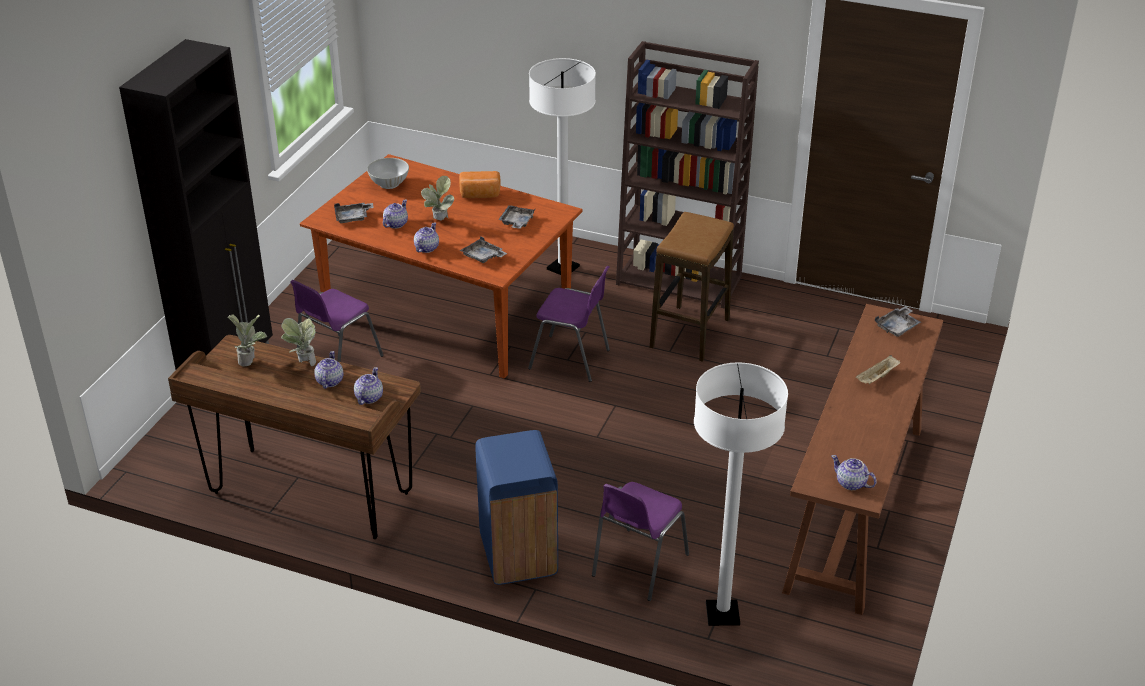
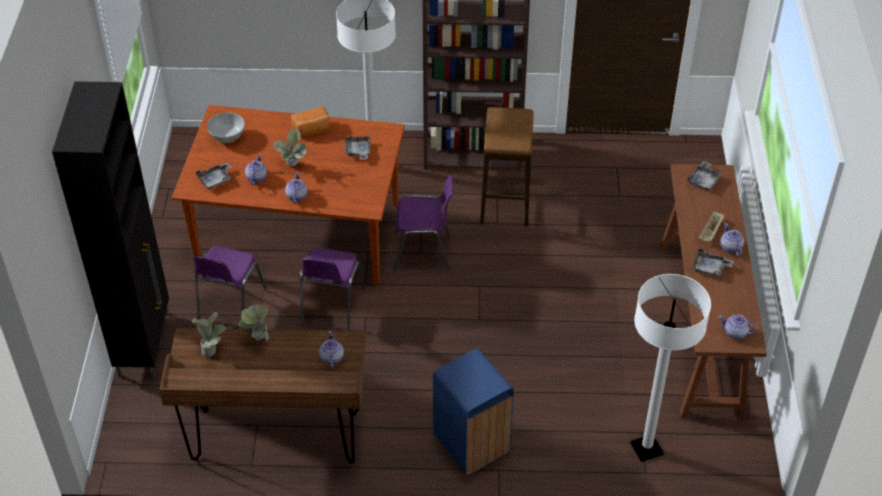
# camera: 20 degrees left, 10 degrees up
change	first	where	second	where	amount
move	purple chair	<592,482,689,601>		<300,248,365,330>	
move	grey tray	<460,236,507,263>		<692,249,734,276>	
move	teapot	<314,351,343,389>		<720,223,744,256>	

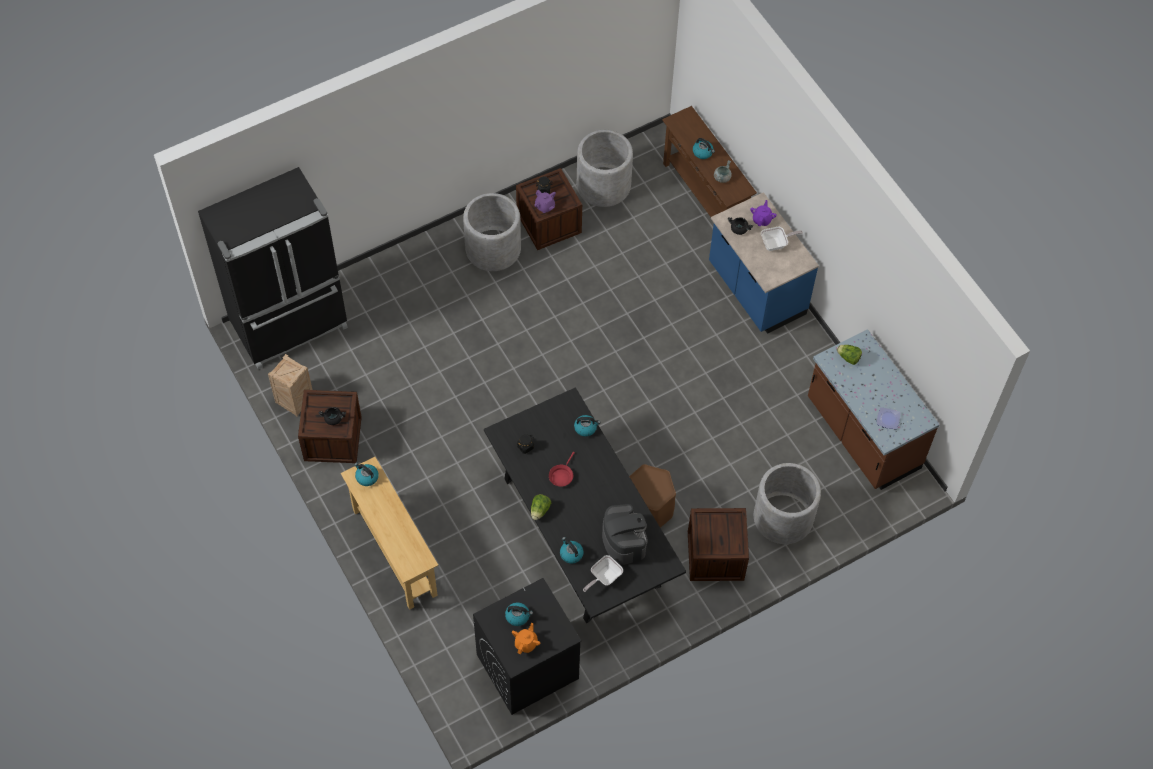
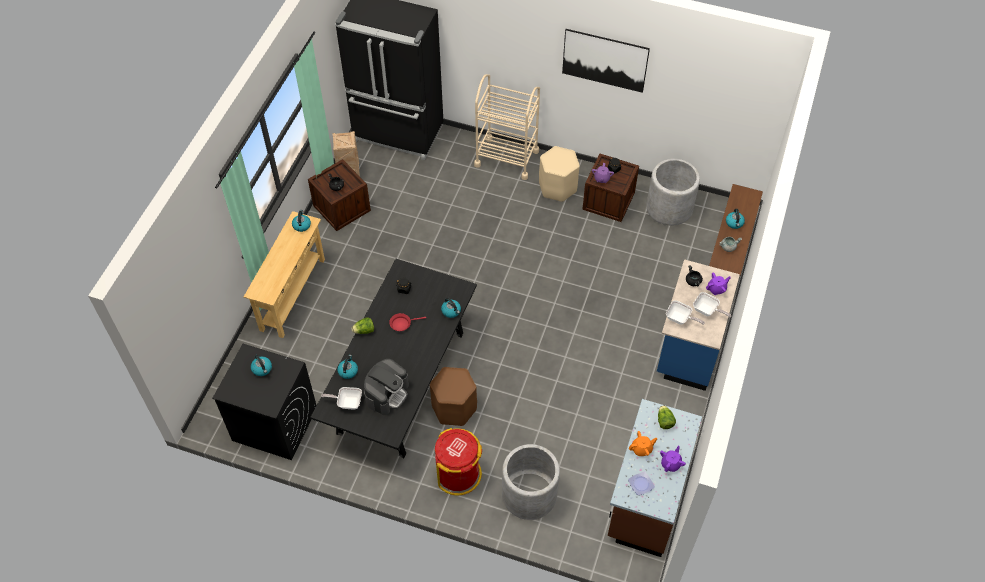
# camera: 50 degrees right, 5 degrees down
change	first	where	second	where	amount
replace	crate	<688,508,749,581>	red trash can	<435,428,482,496>	
insert			beige cart	<474,74,540,180>	
replace	grey planter	<463,193,521,271>	beige stool	<539,146,580,202>	
insert			picture	<562,29,650,93>	
move	orange teapot	<512,623,540,654>		<629,431,657,456>	
insert			purple teapot	<660,445,686,472>	
insert			frying pan	<666,300,705,325>	

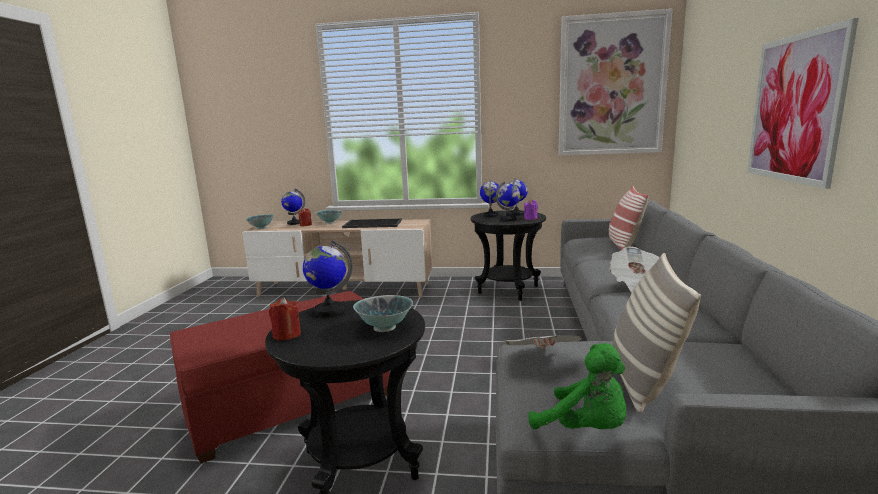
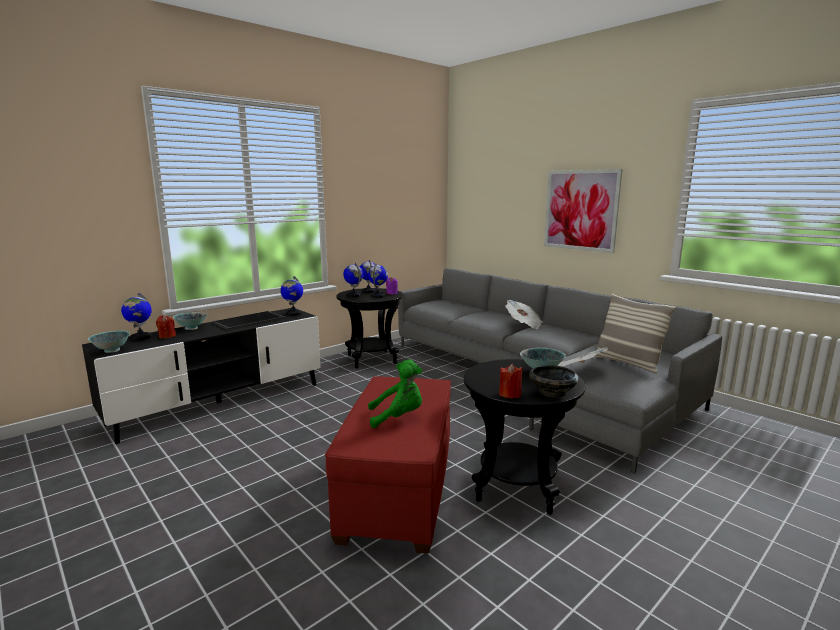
# camera: 50 degrees left, 0 degrees up
change	first	where	second	where	amount
recolor	beige tv stand	<243,219,432,298>	black tv stand	<82,308,321,444>	
move	globe	<303,240,353,317>		<280,276,303,316>	
move	green plush toy	<528,343,626,429>		<368,359,422,428>	
insert			black bowl	<529,365,579,398>	
delete	picture	<559,9,672,156>			
delete	pillow	<609,186,649,250>			

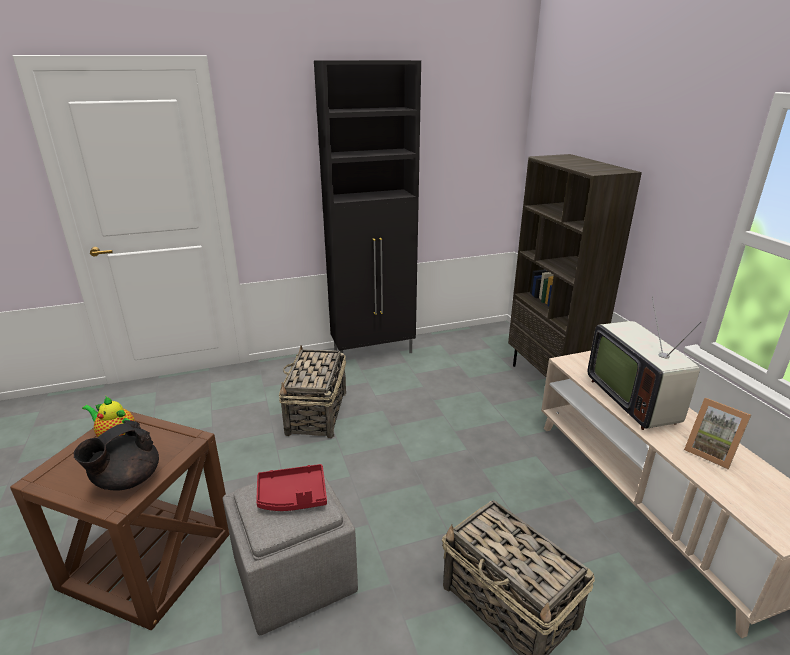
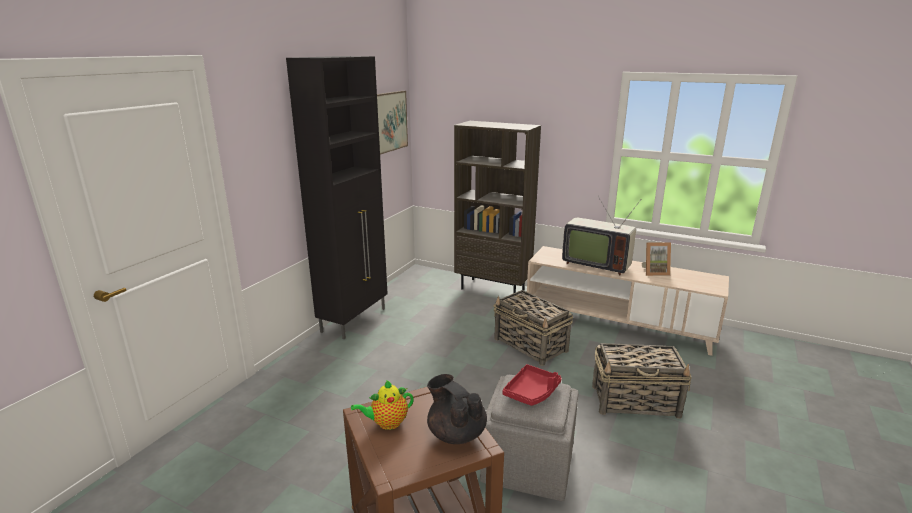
# camera: 45 degrees left, 5 degrees down
change	first	where	second	where	amount
insert			picture	<377,91,408,155>	
rotate	black teapot	<74,420,159,491>		<427,374,487,444>	150 degrees clockwise
move	basket	<279,346,346,438>		<493,290,573,366>	

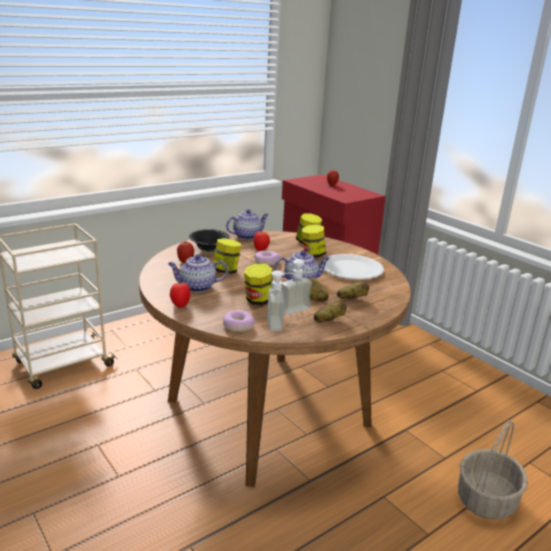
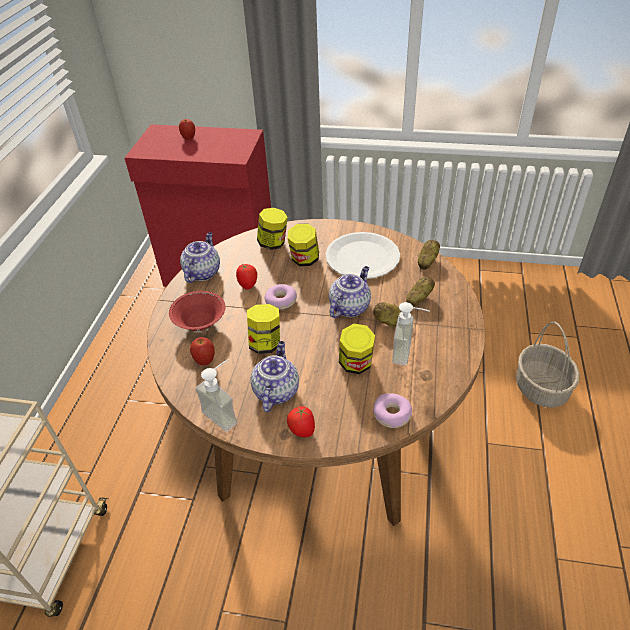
# camera: 40 degrees left, 20 degrees up
change	first	where	second	where	amount
recolor	black bowl	<189,229,230,252>	red bowl	<169,291,225,331>	
move	soap dispenser	<267,270,298,331>		<195,359,237,432>	
rotate	teapot	<168,254,228,292>		<251,341,299,412>	150 degrees clockwise
move	potato	<314,301,347,322>		<418,240,440,270>	

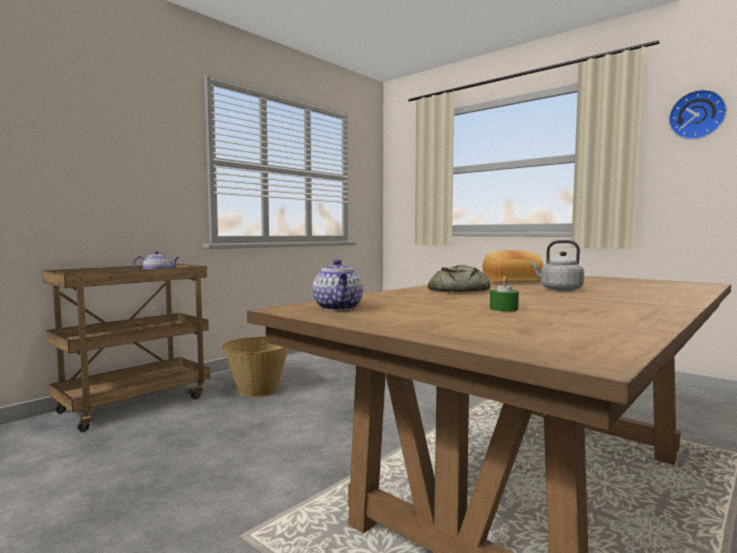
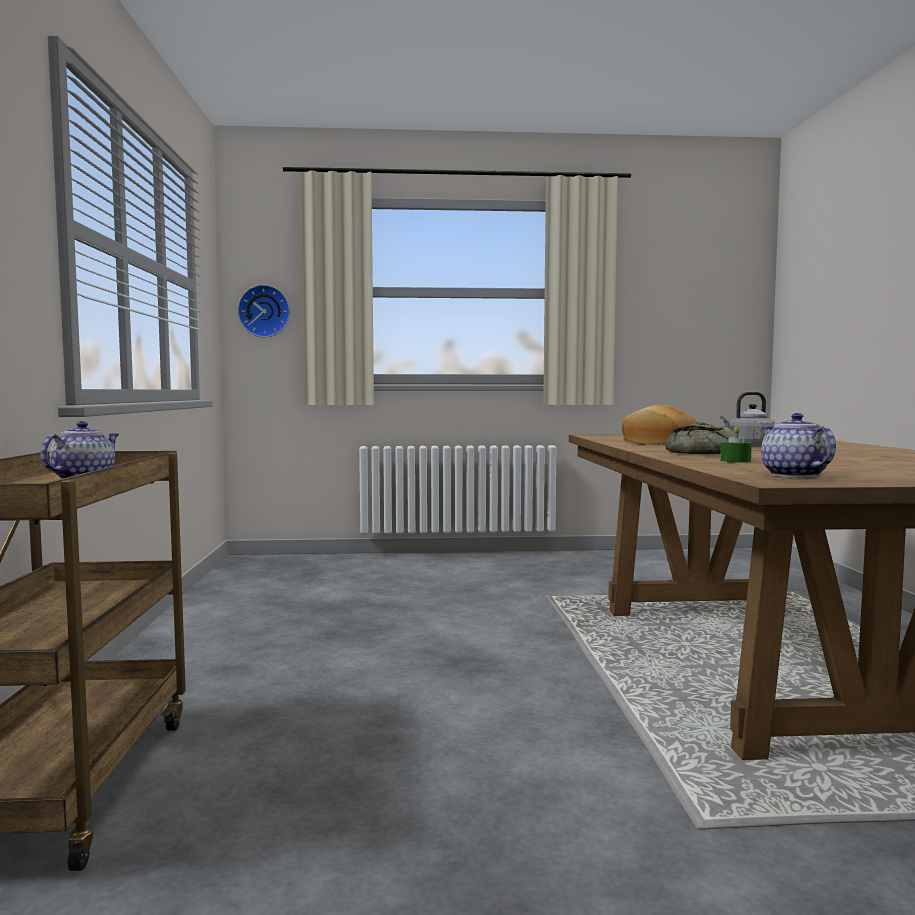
# camera: 45 degrees left, 0 degrees up
change	first	where	second	where	amount
move	wall clock	<668,89,727,140>		<237,285,290,338>	
move	green candle	<490,276,519,311>		<720,427,752,463>	
rotate	teapot	<313,259,363,311>		<761,413,836,477>	135 degrees counterclockwise
delete	basket	<222,337,288,397>			

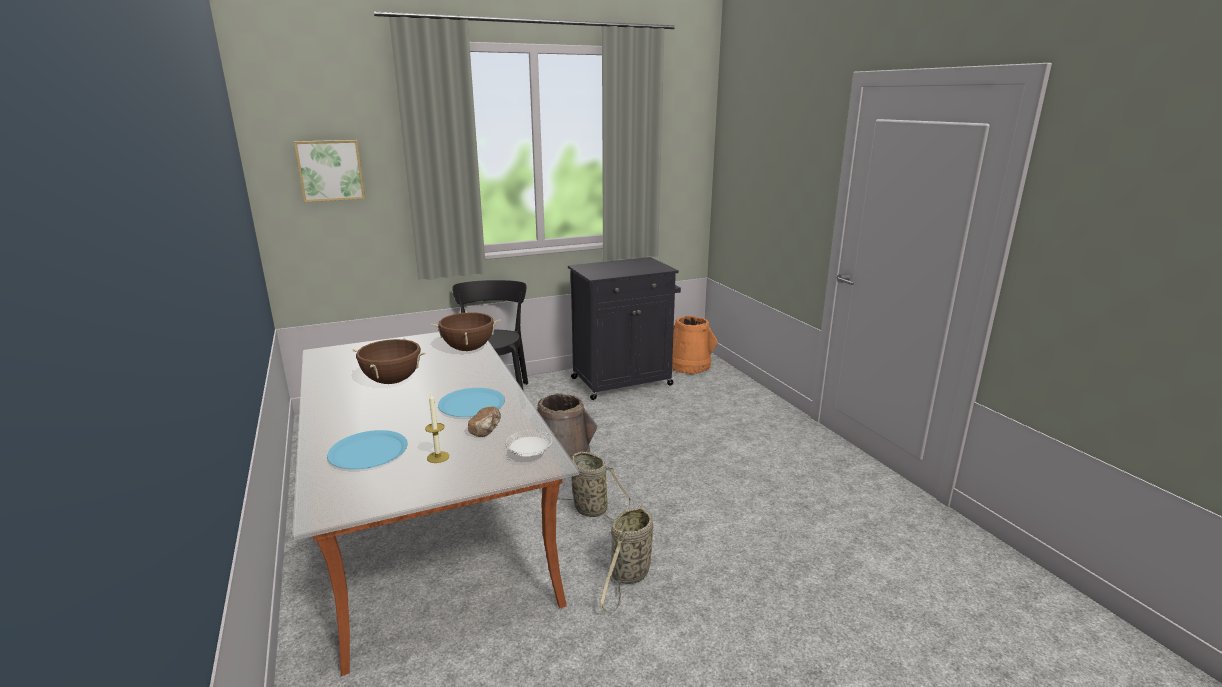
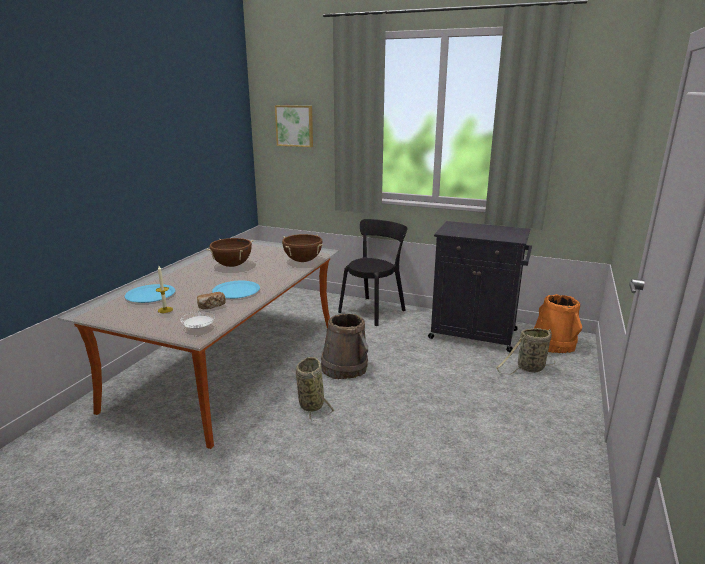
# camera: 45 degrees right, 0 degrees up
change	first	where	second	where	amount
move	basket	<600,503,653,613>		<496,328,555,375>	

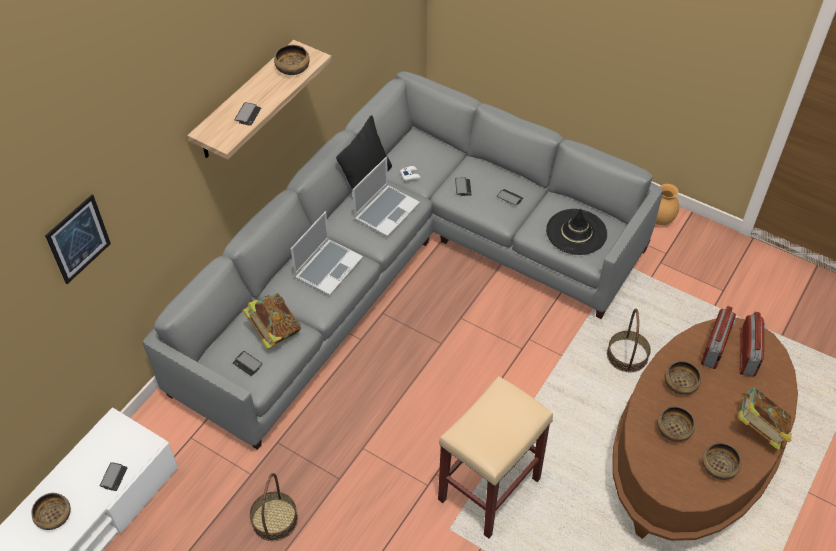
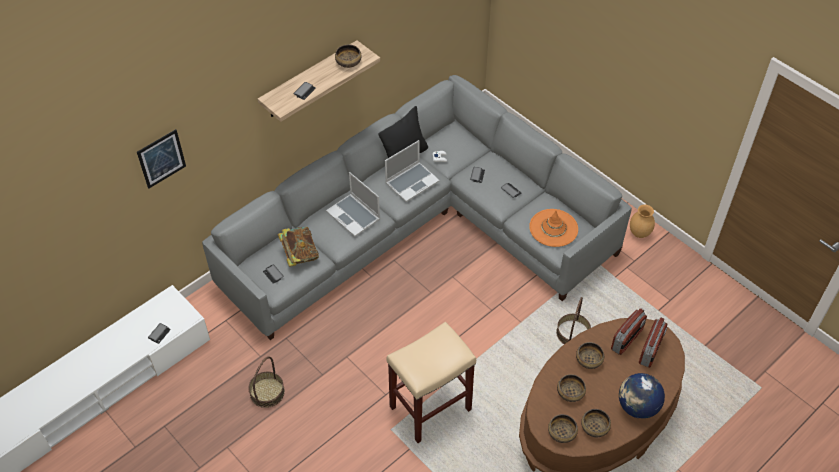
# camera: 15 degrees right, 0 degrees up
change	first	where	second	where	amount
rotate	laptop	<291,211,363,296>		<326,172,380,237>	90 degrees clockwise
recolor	black hat	<546,209,607,255>	orange hat	<529,209,578,247>	
move	bowl	<31,493,71,530>		<548,414,578,443>	
replace	book	<738,388,792,450>	globe	<619,373,665,419>	

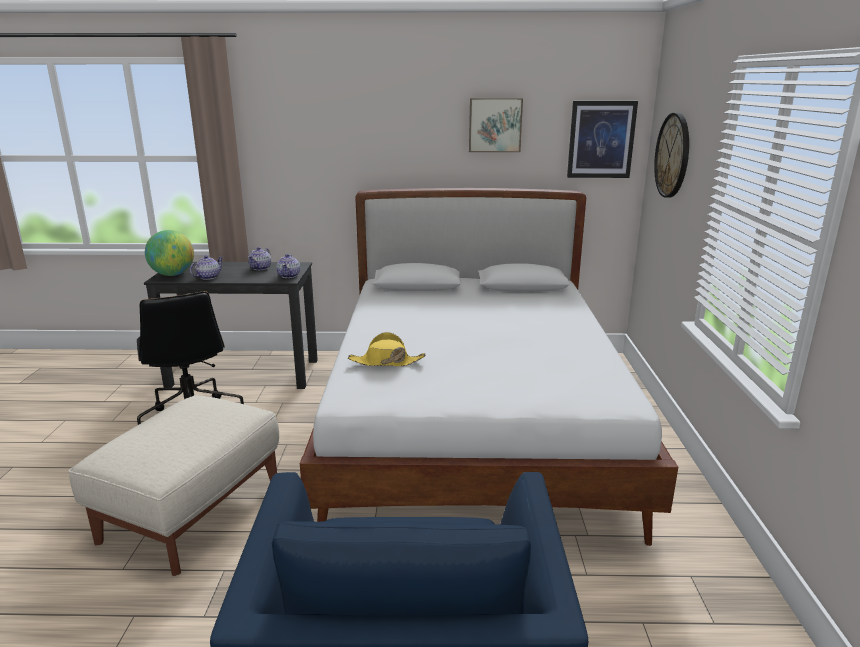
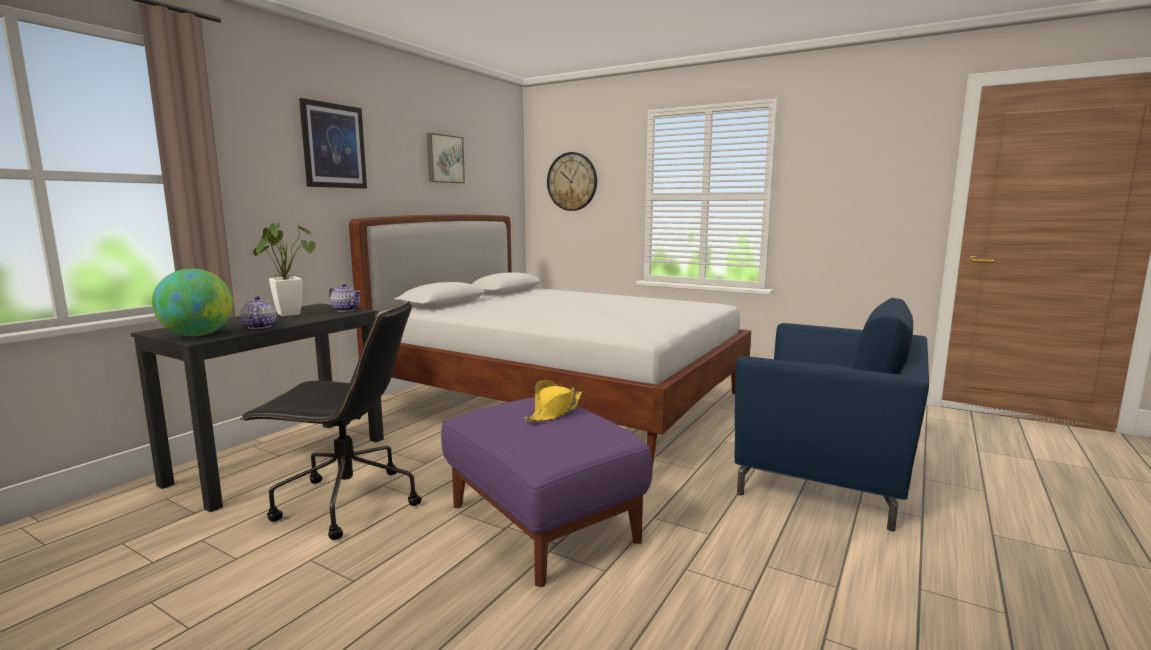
# camera: 60 degrees left, 10 degrees down
change	first	where	second	where	amount
replace	teapot	<248,247,271,270>	potted plant	<253,223,316,316>	
move	picture	<567,101,638,178>		<299,98,367,189>	
recolor	beige ottoman	<68,395,280,576>	purple ottoman	<441,397,653,587>	
move	yellow hat	<348,332,426,366>		<524,380,582,422>	

